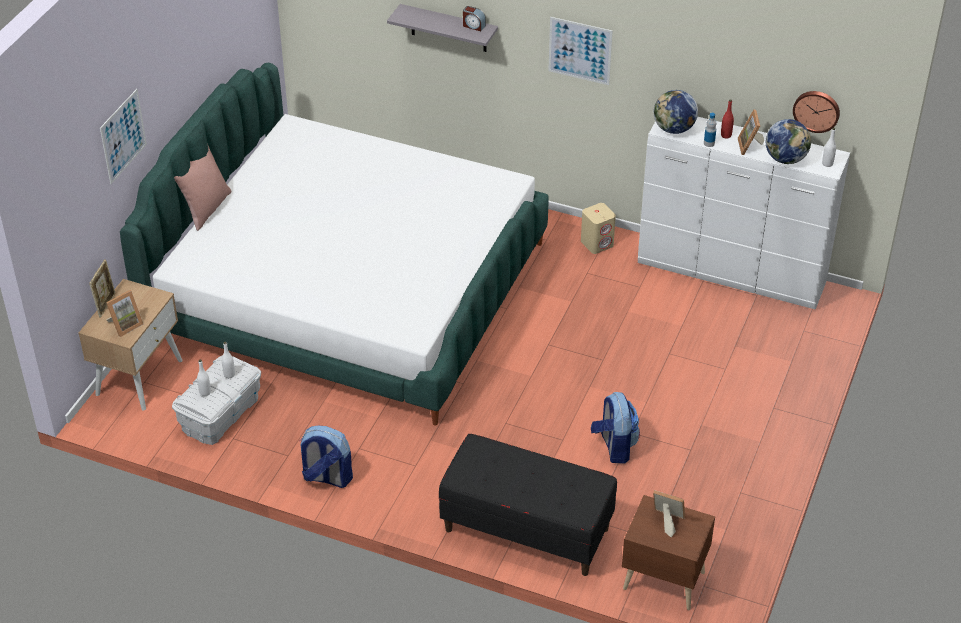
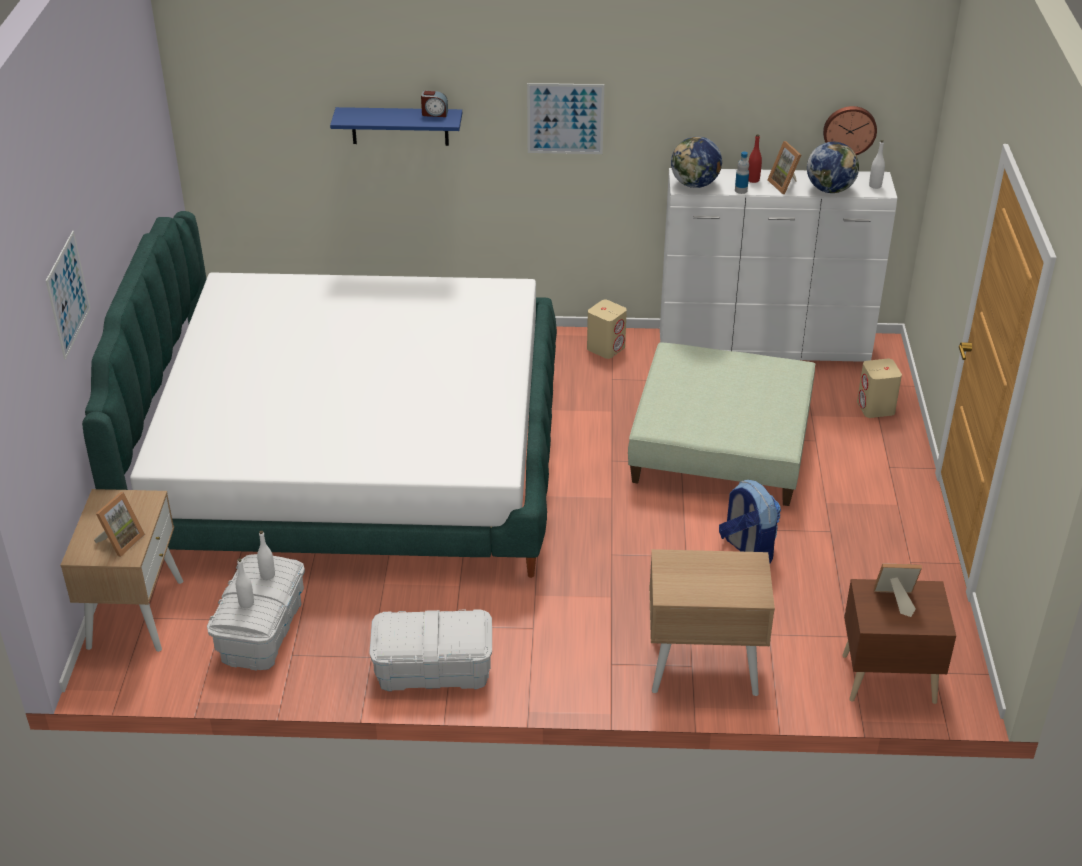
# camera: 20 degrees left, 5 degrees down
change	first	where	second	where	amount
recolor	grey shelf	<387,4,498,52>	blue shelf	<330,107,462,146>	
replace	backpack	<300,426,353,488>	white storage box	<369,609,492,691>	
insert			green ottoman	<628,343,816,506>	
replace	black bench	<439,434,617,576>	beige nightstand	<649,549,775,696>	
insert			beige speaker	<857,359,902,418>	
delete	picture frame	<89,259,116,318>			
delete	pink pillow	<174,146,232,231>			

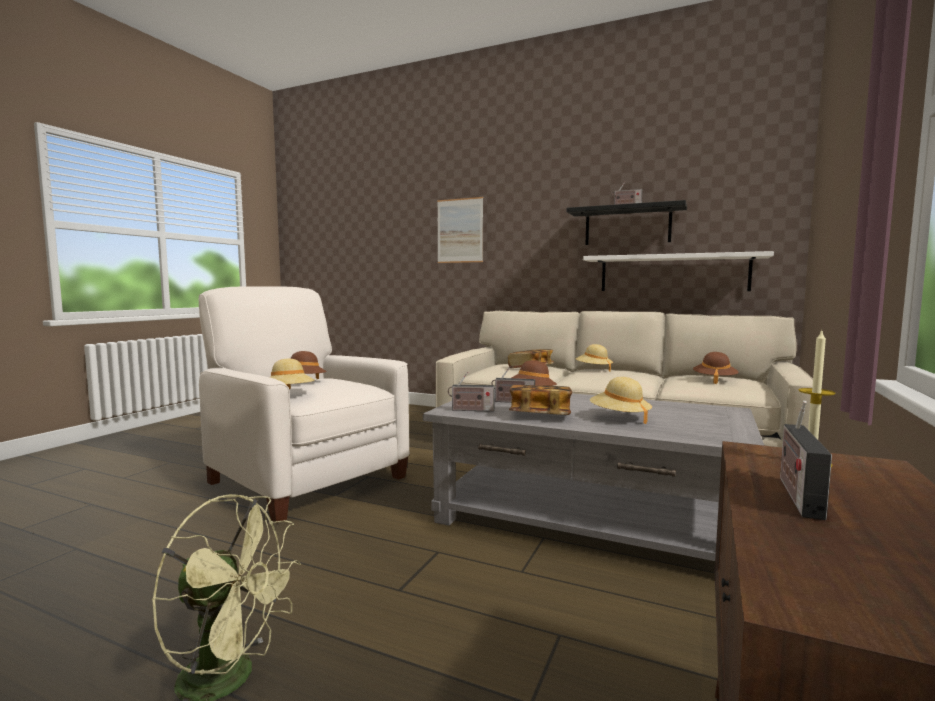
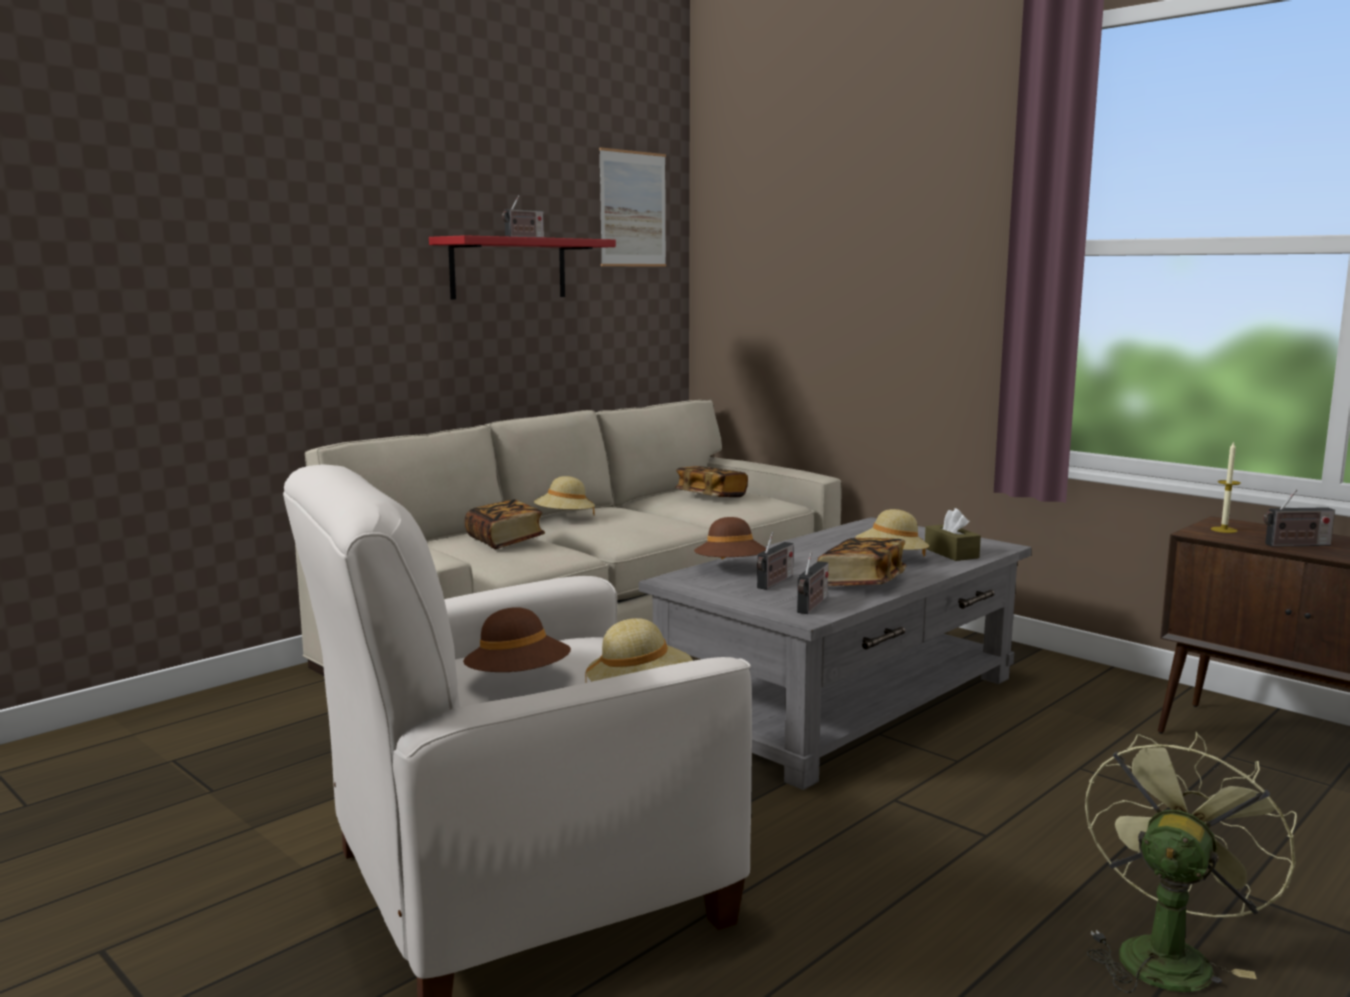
# camera: 70 degrees left, 5 degrees up
change	first	where	second	where	amount
recolor	black shelf	<567,200,687,245>	red shelf	<429,235,616,299>	
move	picture	<437,197,483,263>		<599,147,666,267>	
replace	brown hat	<693,352,739,384>	book	<675,466,748,497>	
insert			brown tissue box	<925,508,981,561>	
rotate	radio	<780,401,832,520>		<1263,489,1335,547>	45 degrees counterclockwise
delete	white shelf	<583,251,774,291>			

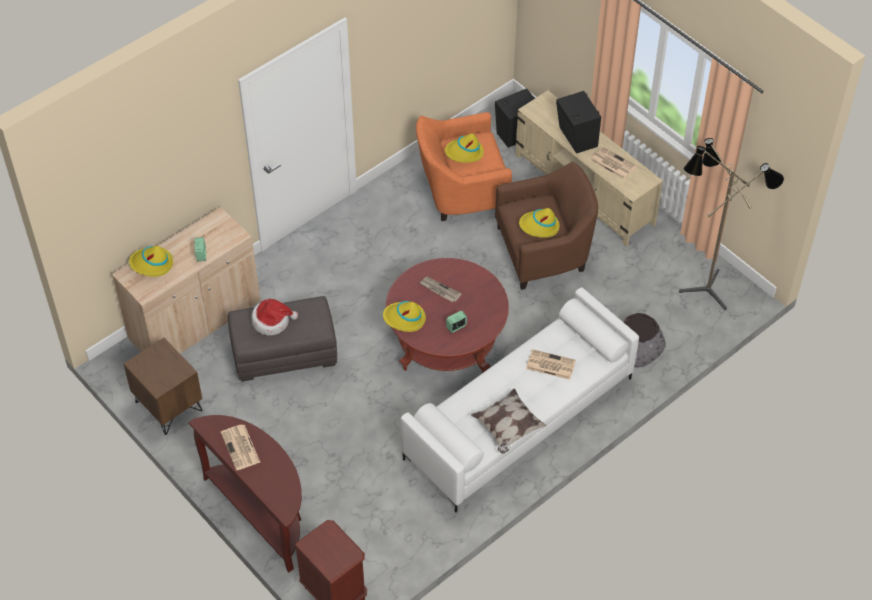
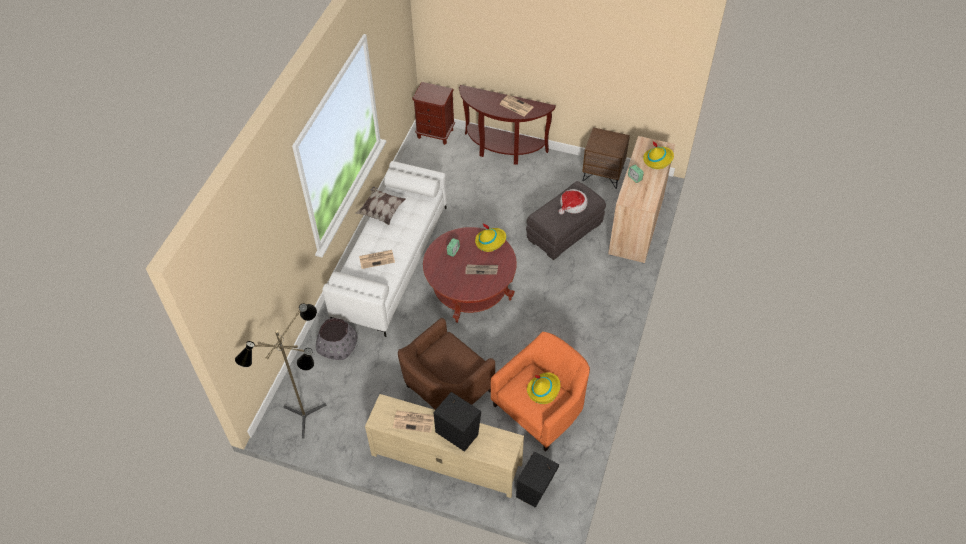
# camera: 150 degrees right, 0 degrees up
change	first	where	second	where	amount
delete	yellow hat	<519,208,560,238>			

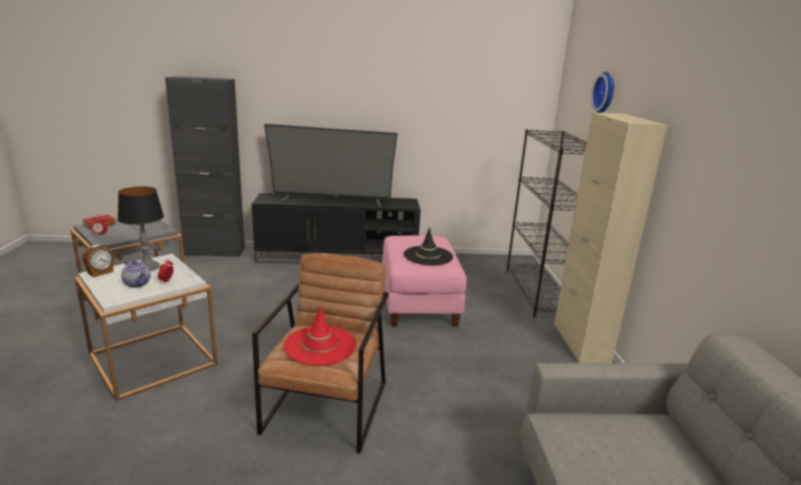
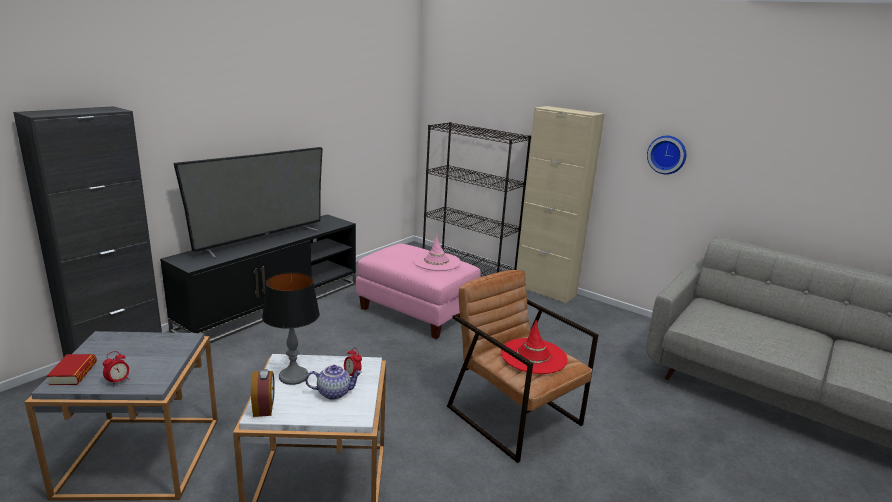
# camera: 50 degrees left, 0 degrees up
change	first	where	second	where	amount
recolor	black hat	<404,227,453,265>	pink hat	<413,234,461,271>	
move	wall clock	<591,72,614,113>		<647,136,686,174>	

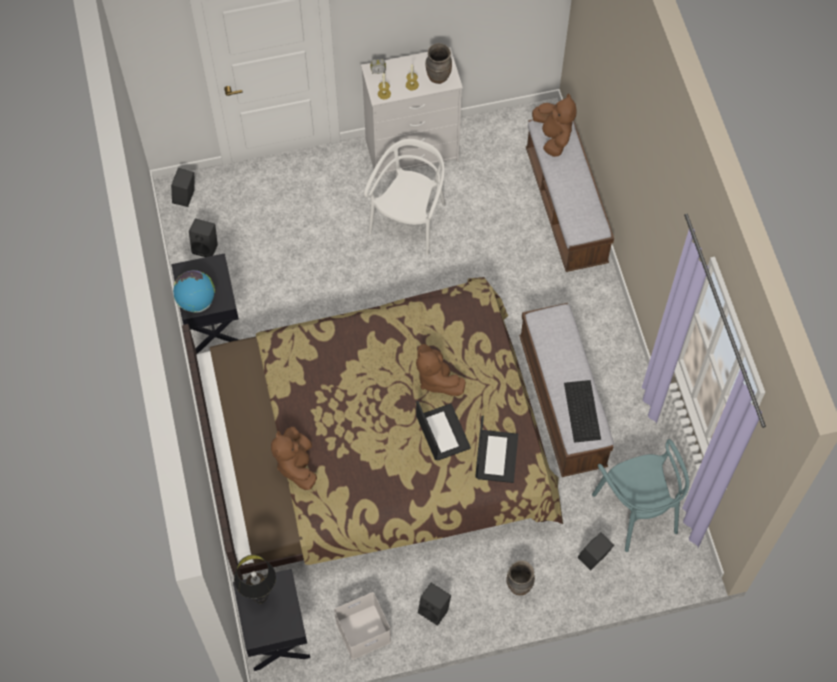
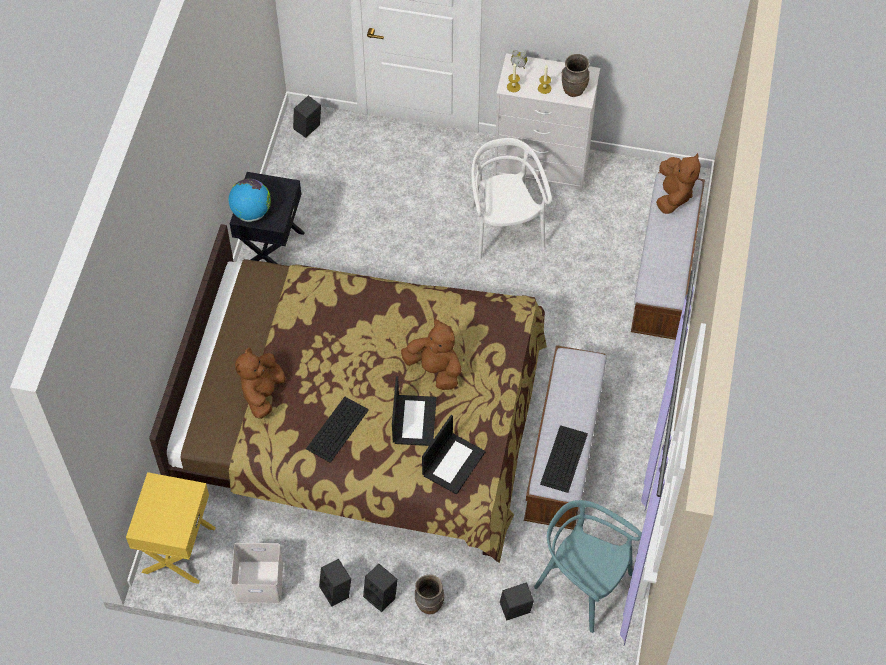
# camera: 25 degrees right, 5 degrees down
change	first	where	second	where	amount
recolor	black nightstand	<233,569,310,671>	yellow nightstand	<126,472,216,584>	
insert			keyboard	<306,397,369,463>	
move	black speaker	<189,219,218,257>		<363,564,398,612>	
rotate	brown plush toy	<416,344,466,396>		<401,319,462,390>	135 degrees clockwise
rotate	white chair	<364,139,446,256>		<471,138,552,259>	60 degrees counterclockwise
rotate	turquoise chair	<592,439,689,552>		<534,500,642,633>	120 degrees clockwise
delete	black table lamp	<234,555,276,604>			

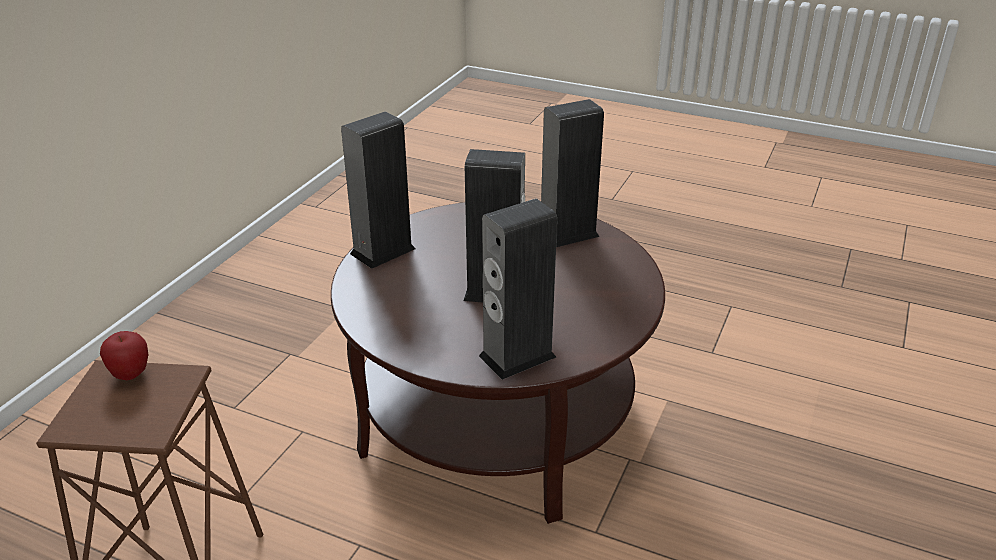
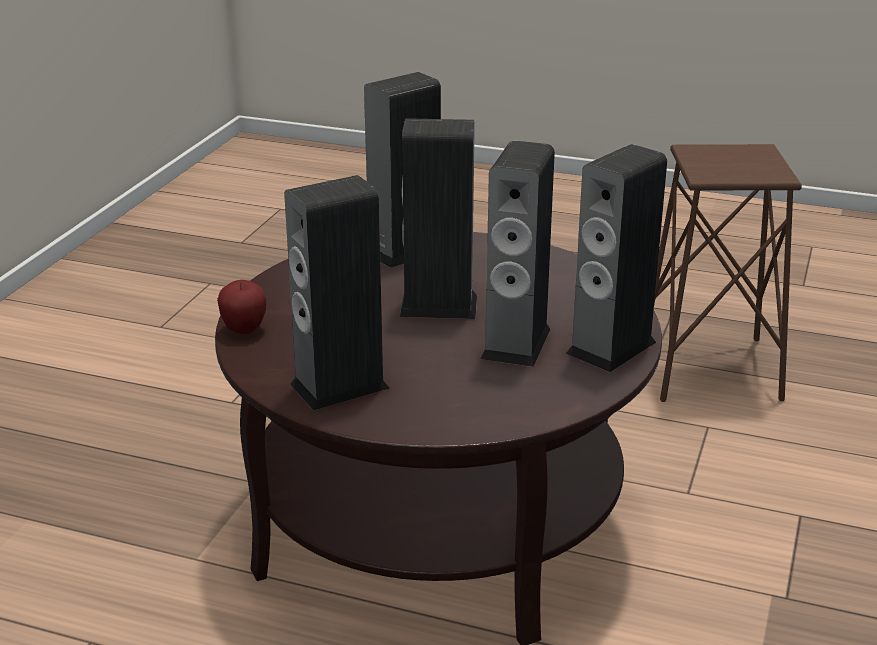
# camera: 175 degrees right, 5 degrees down
change	first	where	second	where	amount
move	apple	<100,331,148,380>		<217,280,266,334>	
insert			speaker	<481,141,555,367>	

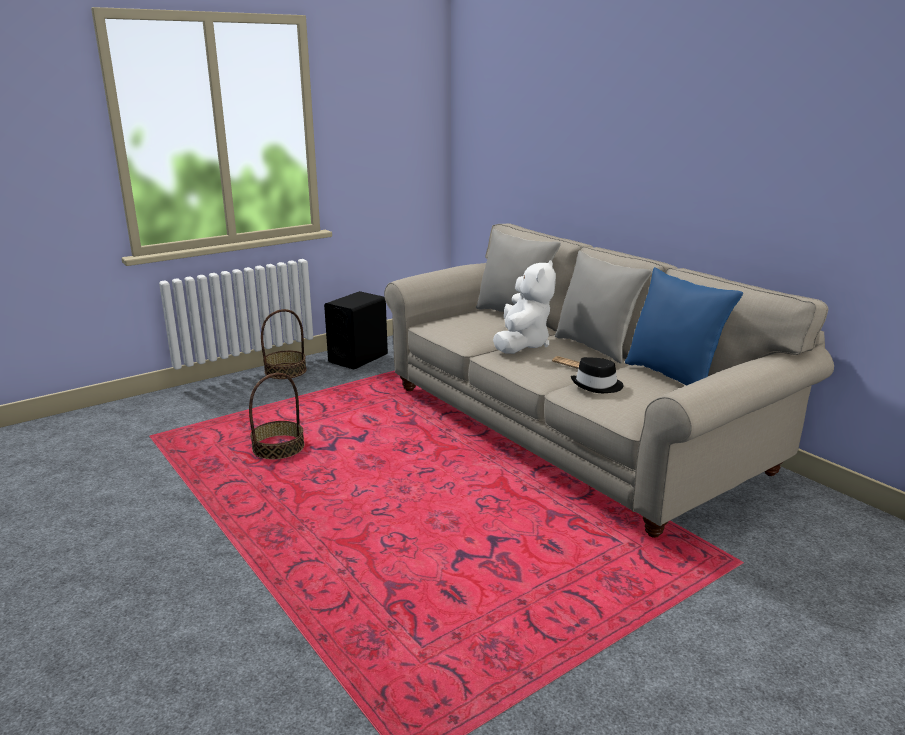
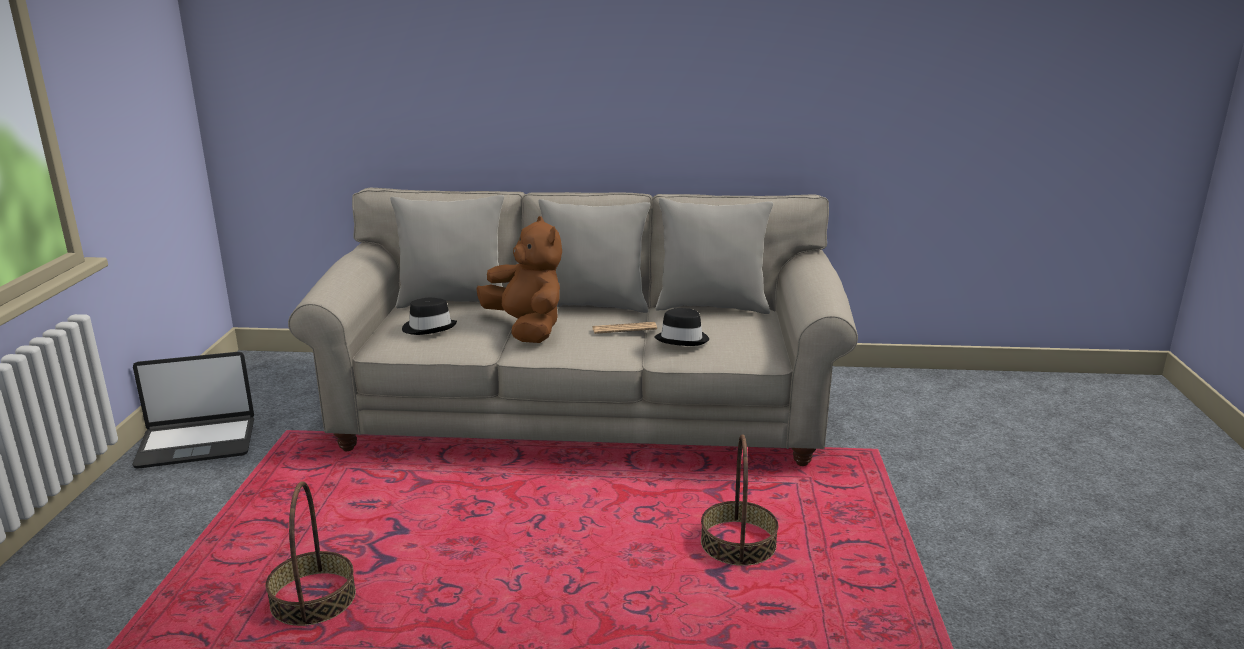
# camera: 50 degrees left, 0 degrees up
change	first	where	second	where	amount
replace	black speaker	<324,291,388,369>	laptop	<132,352,254,469>	
insert			black hat	<402,298,457,335>	
recolor	white plush toy	<493,260,556,354>	brown plush toy	<476,216,562,343>	
recolor	blue pillow	<625,267,743,386>	grey pillow	<655,198,773,314>	
move	basket	<261,309,307,379>		<701,435,778,566>	

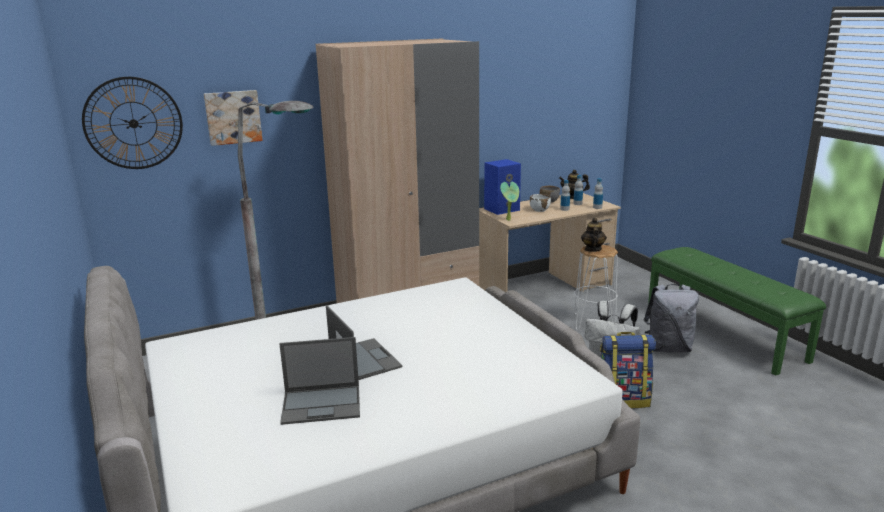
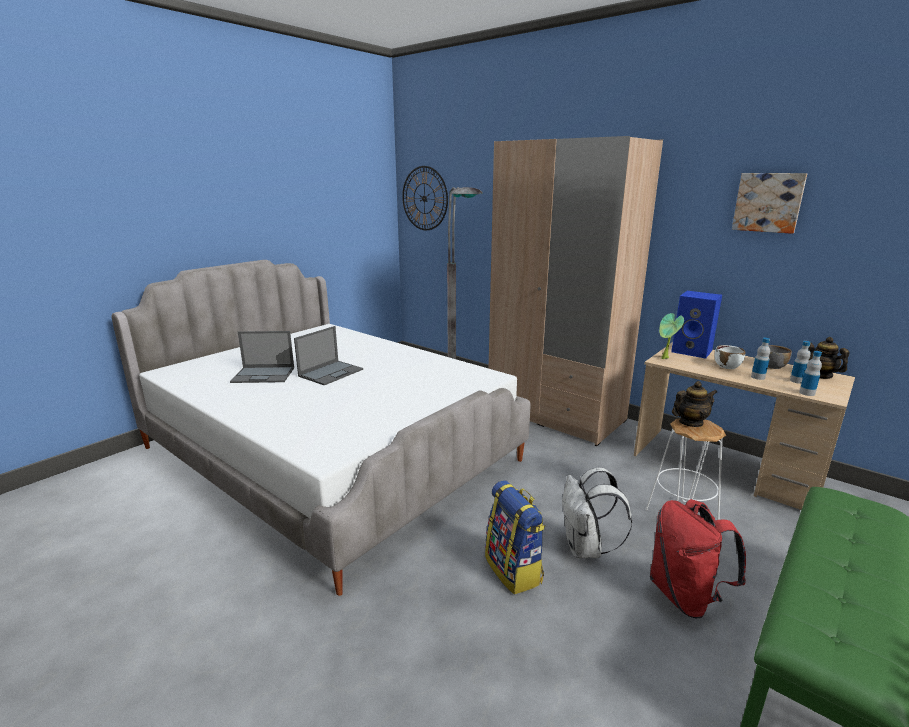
# camera: 65 degrees right, 0 degrees up
change	first	where	second	where	amount
rotate	laptop	<279,337,360,425>		<230,331,294,383>	60 degrees counterclockwise
recolor	grey backpack	<643,284,699,352>	red backpack	<650,499,746,618>	
move	picture	<204,90,263,146>		<732,173,807,234>	

